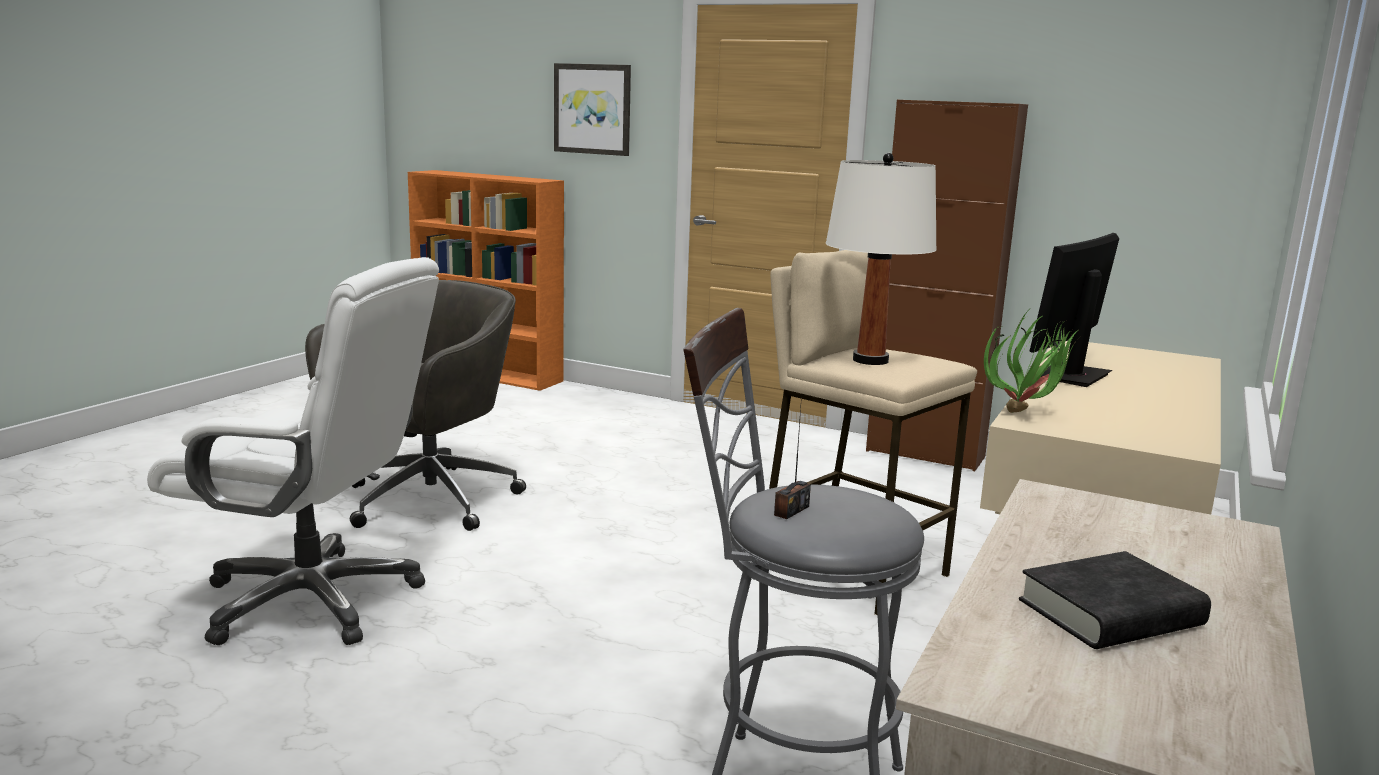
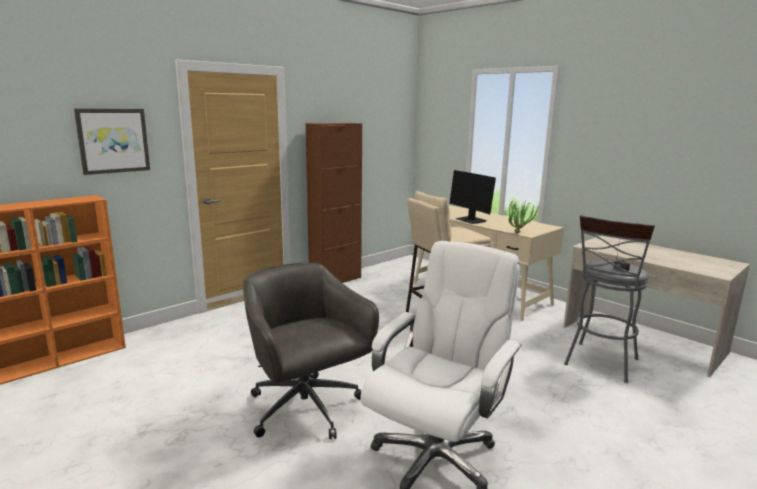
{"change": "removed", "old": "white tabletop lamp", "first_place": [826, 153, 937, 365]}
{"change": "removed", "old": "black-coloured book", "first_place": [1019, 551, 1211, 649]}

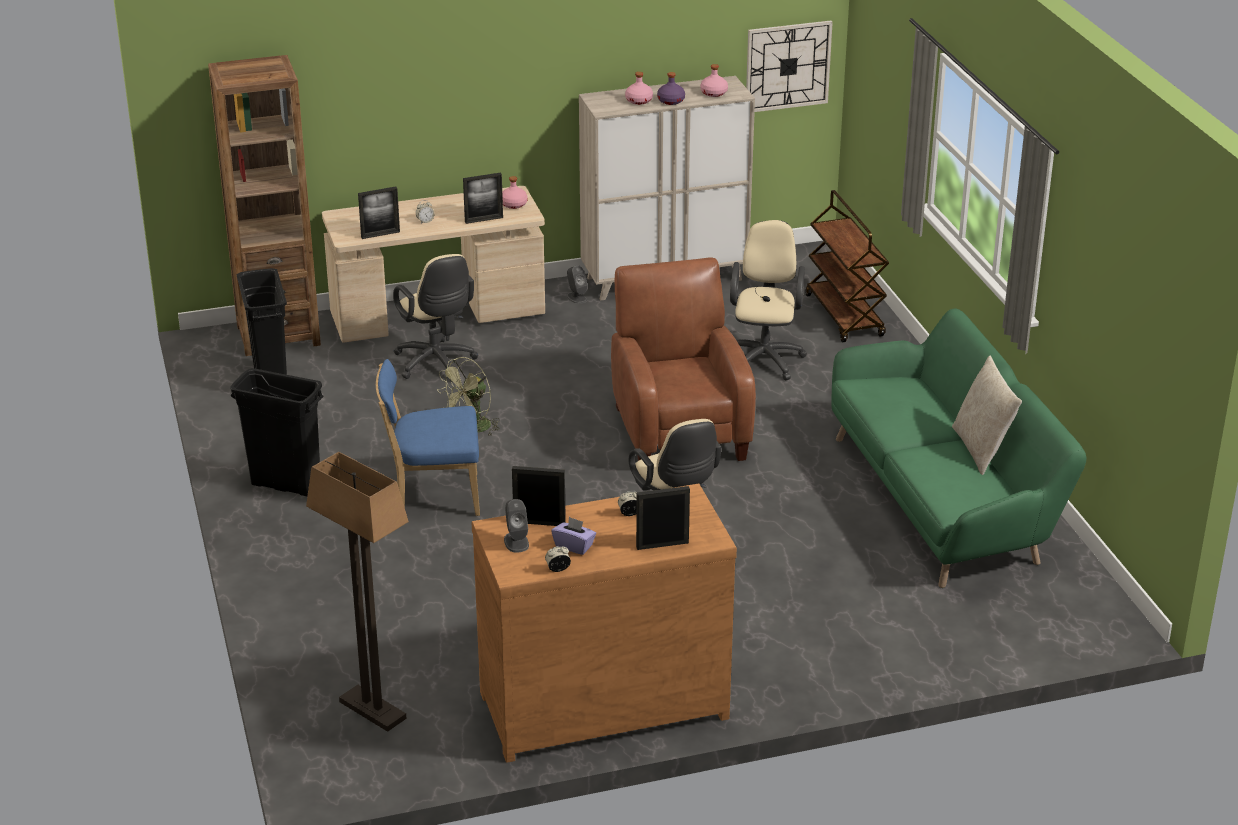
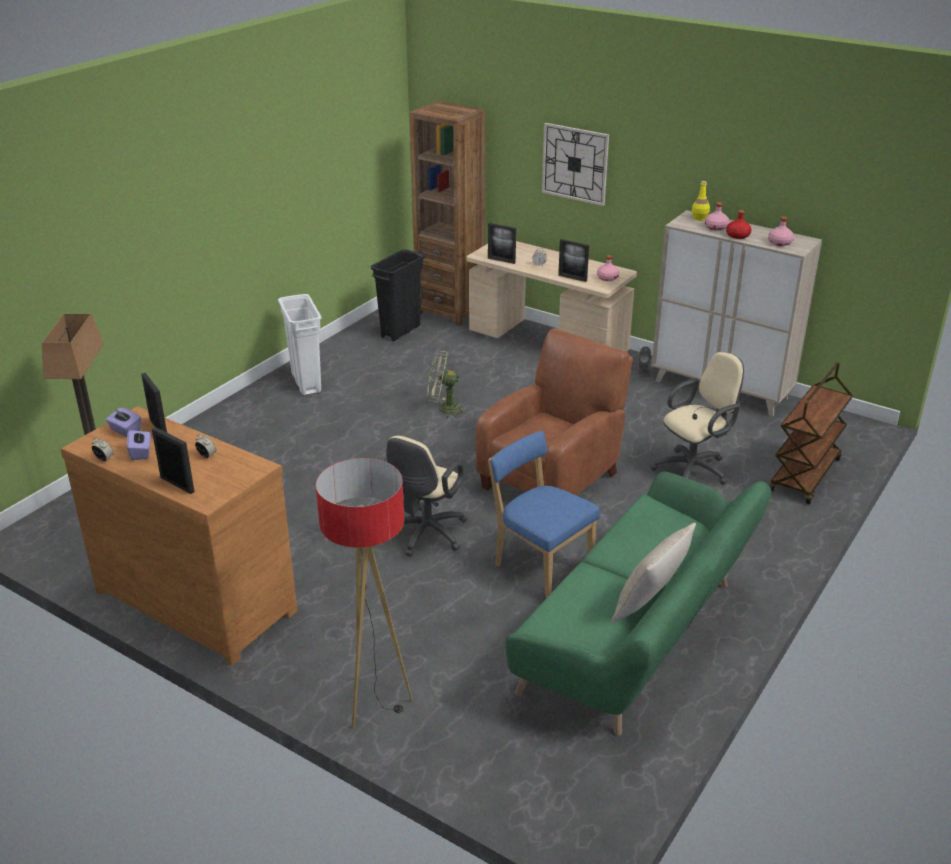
{"change": "removed", "old": "beige computer chair", "first_place": [393, 254, 478, 381]}
{"change": "added", "new": "floor lamp", "second_place": [316, 458, 413, 728]}
{"change": "added", "new": "yellowish drink bottle", "second_place": [692, 181, 710, 221]}
{"change": "moved", "old": "blue upright chair", "first_place": [376, 359, 480, 516], "second_place": [488, 431, 600, 598]}
{"change": "moved", "old": "clock on the wall", "first_place": [746, 21, 833, 112], "second_place": [542, 123, 609, 206]}
{"change": "replaced", "old": "greyish speaker", "new": "purple-coloured tissue box", "first_place": [504, 499, 529, 553], "second_place": [106, 408, 141, 437]}
{"change": "recoloured", "old": "black-coloured trash can", "new": "white trash can", "first_place": [230, 368, 323, 496], "second_place": [278, 294, 322, 395]}
{"change": "recoloured", "old": "purple-coloured drink bottle", "new": "reddish drink bottle", "first_place": [657, 72, 685, 105], "second_place": [726, 210, 751, 239]}

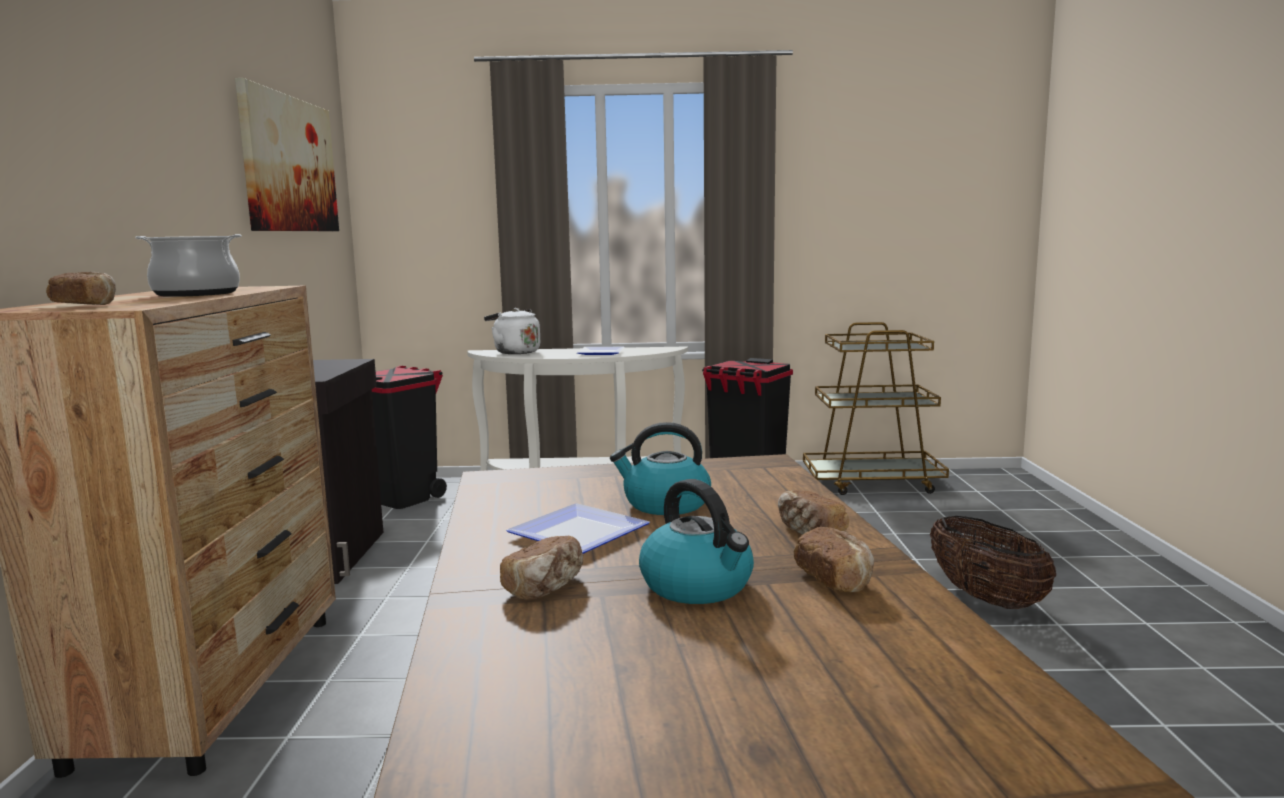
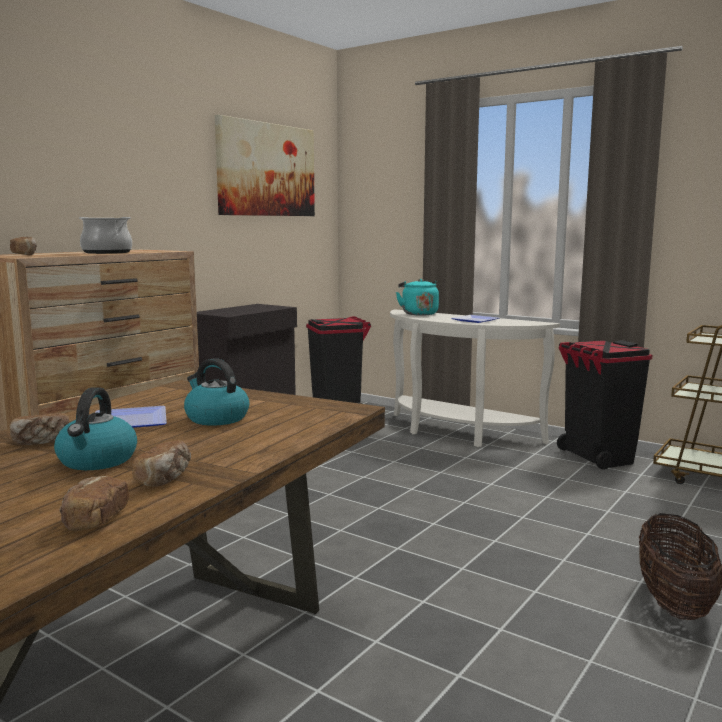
{"change": "moved", "old": "baked bread", "first_place": [778, 490, 849, 535], "second_place": [59, 476, 129, 531]}
{"change": "recoloured", "old": "white kettle", "new": "turquoise-coloured kettle", "first_place": [484, 308, 540, 354], "second_place": [396, 279, 439, 316]}

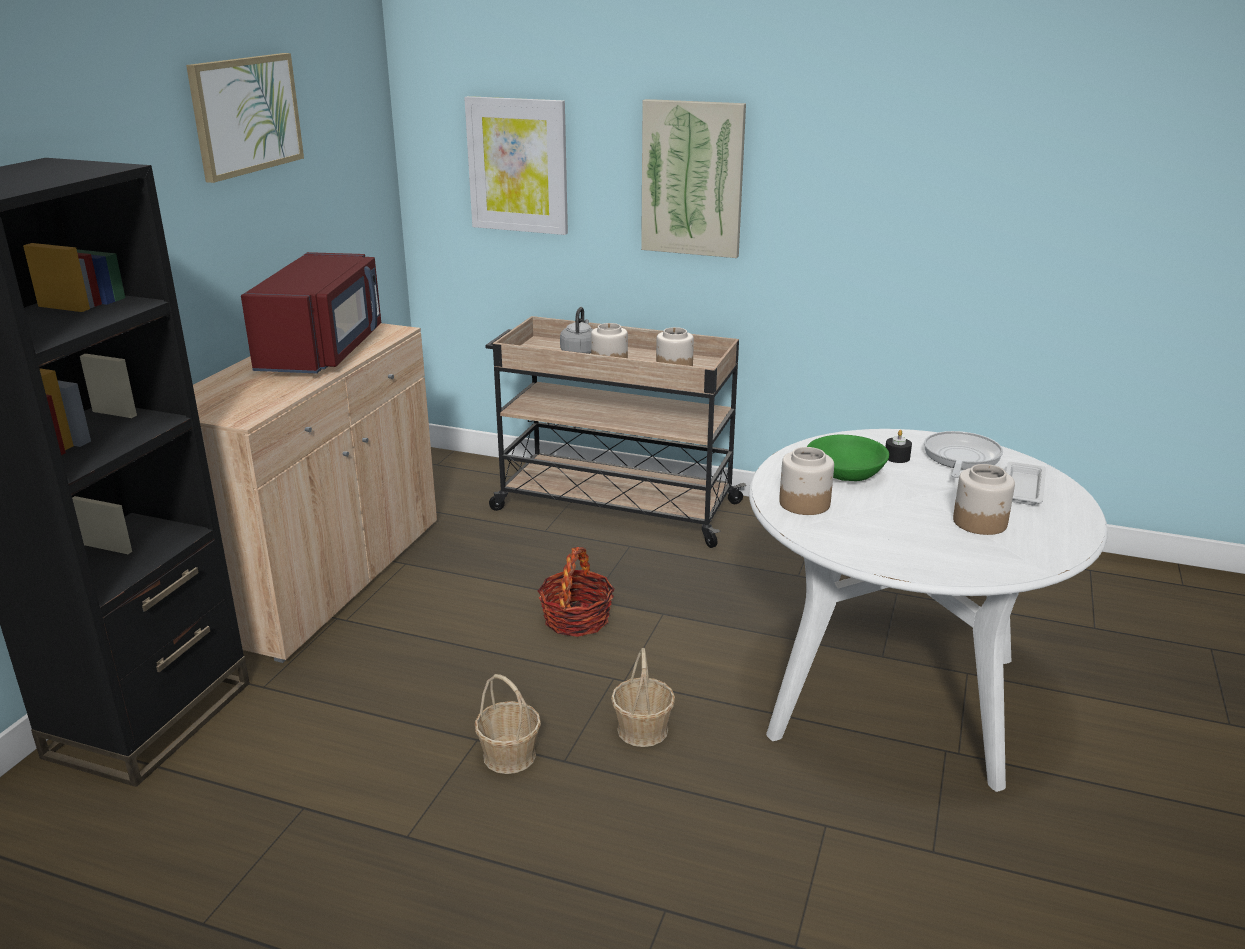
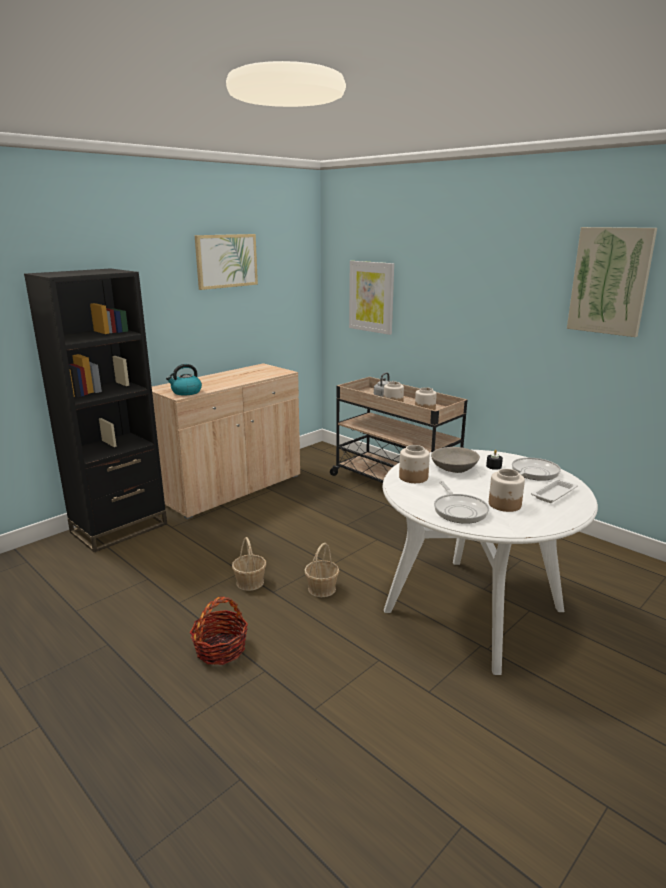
{"change": "removed", "old": "reddish microwave", "first_place": [241, 252, 381, 373]}
{"change": "added", "new": "kettle", "second_place": [166, 364, 202, 396]}
{"change": "added", "new": "pan", "second_place": [434, 481, 489, 524]}
{"change": "moved", "old": "basket", "first_place": [538, 547, 615, 637], "second_place": [190, 596, 248, 665]}
{"change": "moved", "old": "wall picture", "first_place": [641, 99, 746, 258], "second_place": [567, 227, 657, 337]}
{"change": "recoloured", "old": "green deep dish", "new": "greyish deep dish", "first_place": [807, 435, 889, 481], "second_place": [431, 447, 480, 473]}

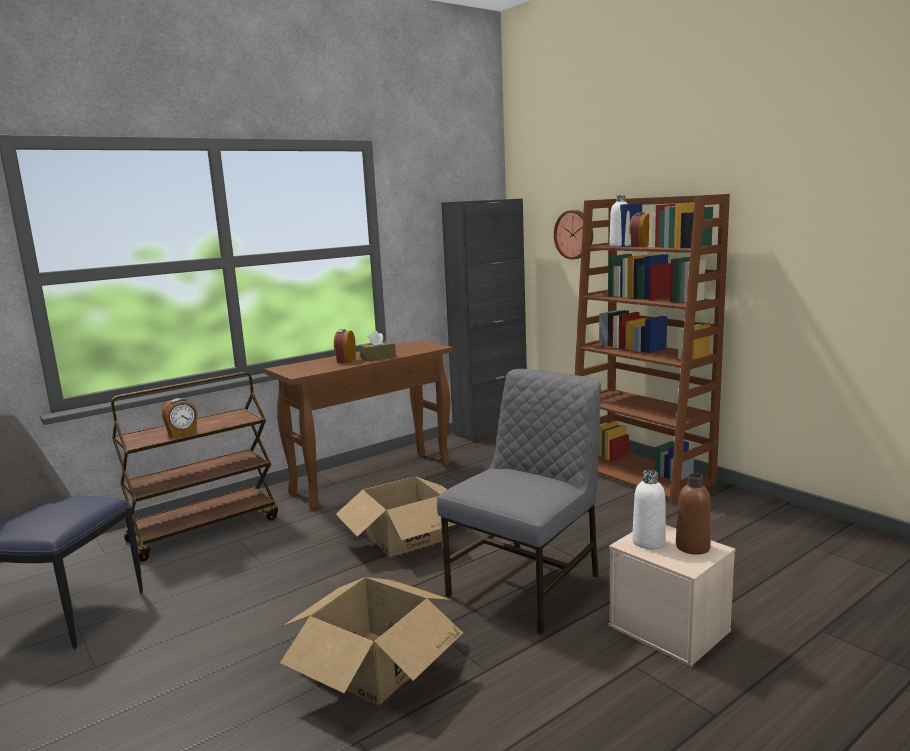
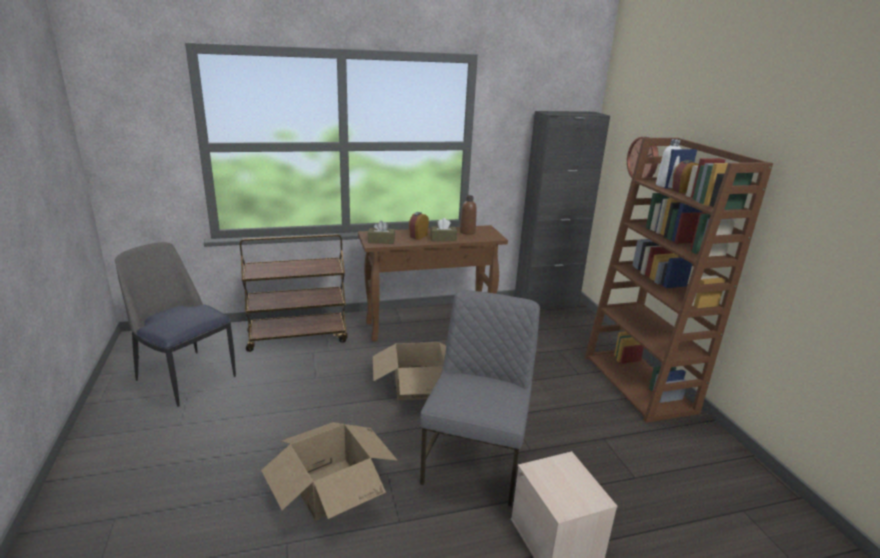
{"change": "removed", "old": "alarm clock", "first_place": [162, 398, 197, 438]}
{"change": "removed", "old": "white drink bottle", "first_place": [632, 470, 666, 549]}
{"change": "added", "new": "brown-coloured tissue box", "second_place": [368, 220, 395, 244]}
{"change": "moved", "old": "brown-coloured drink bottle", "first_place": [676, 473, 711, 555], "second_place": [460, 195, 477, 235]}
{"change": "turned", "old": "greyish upright chair", "first_place": [437, 369, 601, 635], "second_place": [420, 290, 540, 507], "degrees": -45}

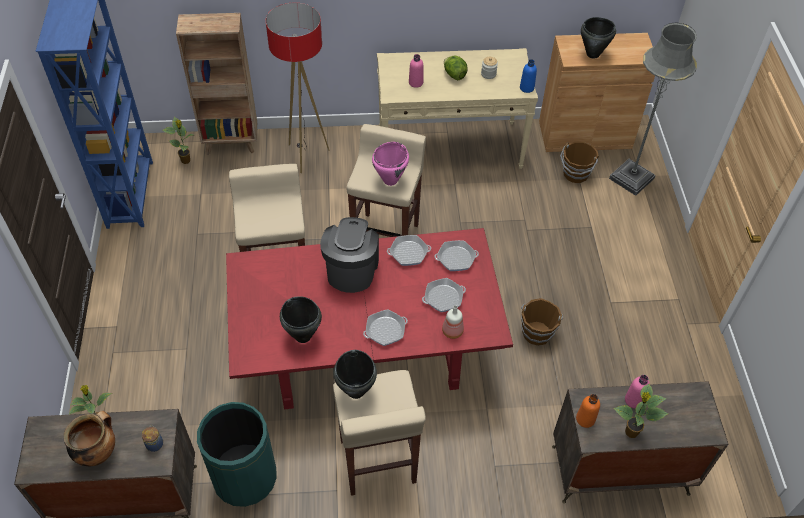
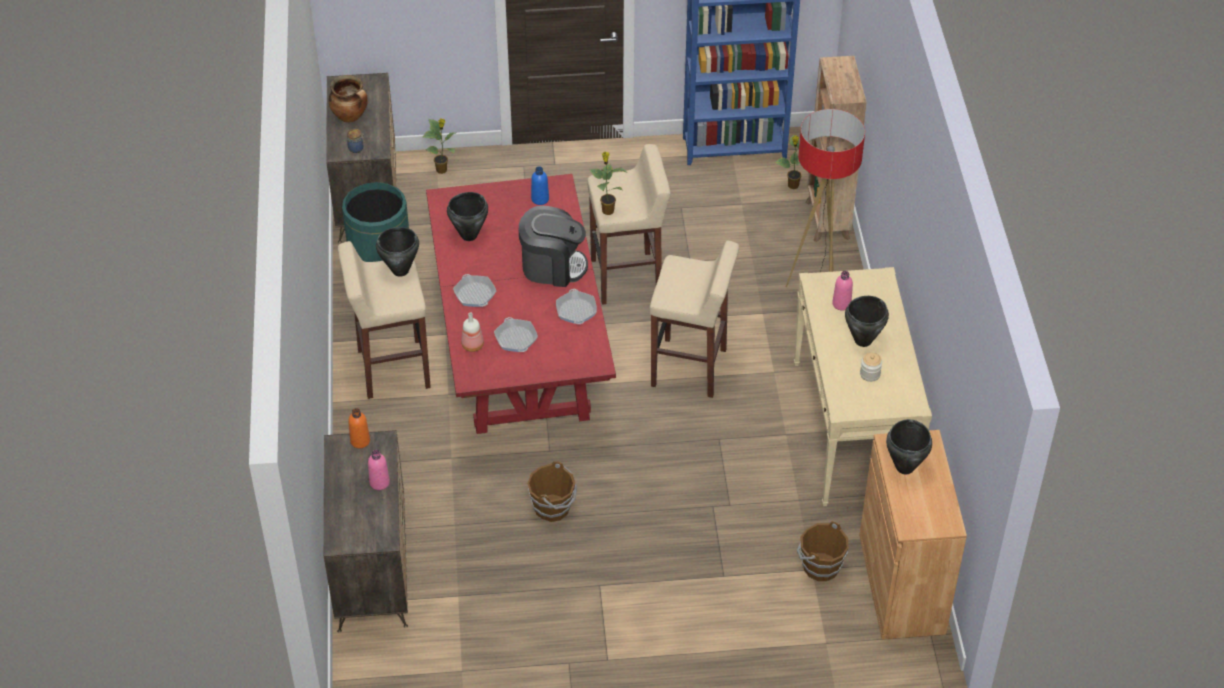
{"change": "removed", "old": "pinkish stockpot", "first_place": [372, 142, 409, 186]}
{"change": "removed", "old": "pan", "first_place": [434, 240, 479, 271]}
{"change": "removed", "old": "greyish floor lamp", "first_place": [609, 22, 697, 196]}
{"change": "moved", "old": "blue drink bottle", "first_place": [520, 59, 537, 93], "second_place": [531, 166, 549, 205]}
{"change": "moved", "old": "plant in a pot", "first_place": [613, 384, 668, 438], "second_place": [590, 152, 626, 215]}
{"change": "replaced", "old": "lettuce", "new": "black-coloured stockpot", "first_place": [444, 56, 468, 80], "second_place": [845, 296, 889, 347]}

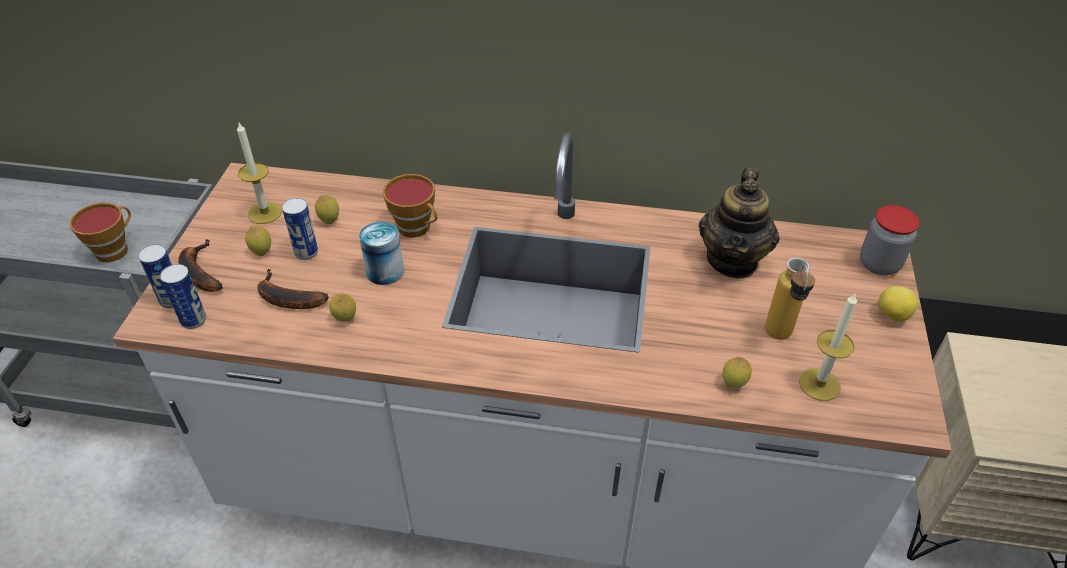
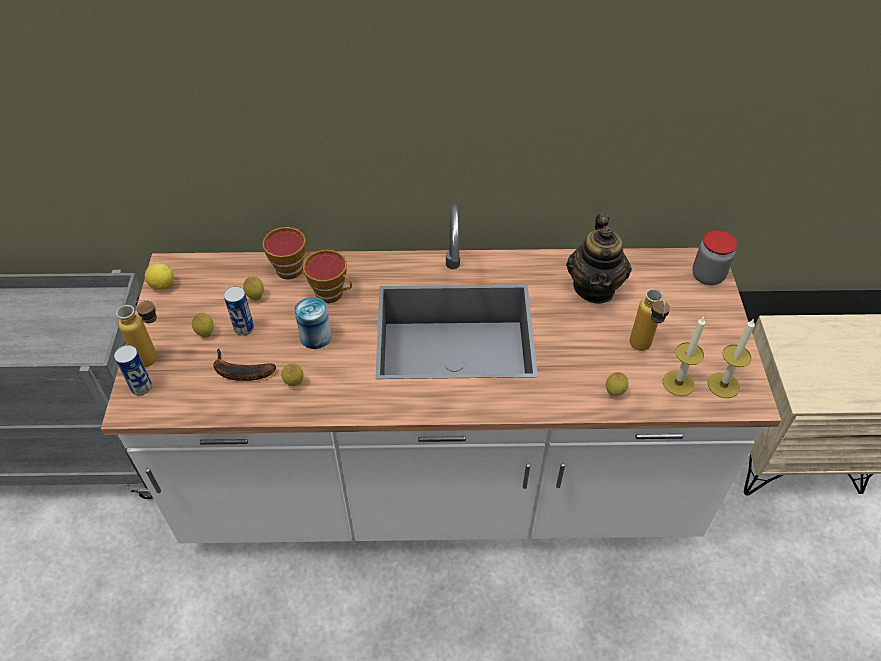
{"change": "removed", "old": "can", "first_place": [160, 264, 206, 329]}
{"change": "moved", "old": "drinking cup", "first_place": [70, 203, 131, 262], "second_place": [262, 227, 306, 280]}
{"change": "moved", "old": "wax light", "first_place": [237, 121, 282, 224], "second_place": [707, 319, 755, 398]}
{"change": "moved", "old": "citrus fruit", "first_place": [878, 286, 918, 322], "second_place": [145, 263, 174, 290]}
{"change": "replaced", "old": "banana", "new": "drink bottle", "first_place": [178, 239, 223, 292], "second_place": [116, 300, 157, 367]}

